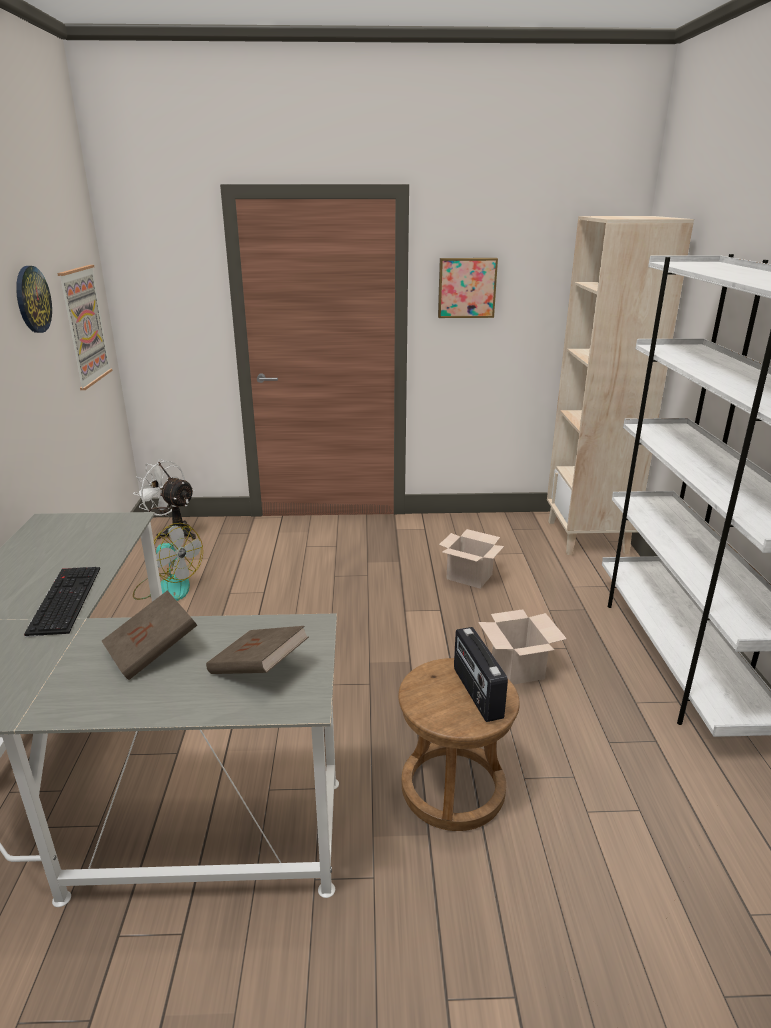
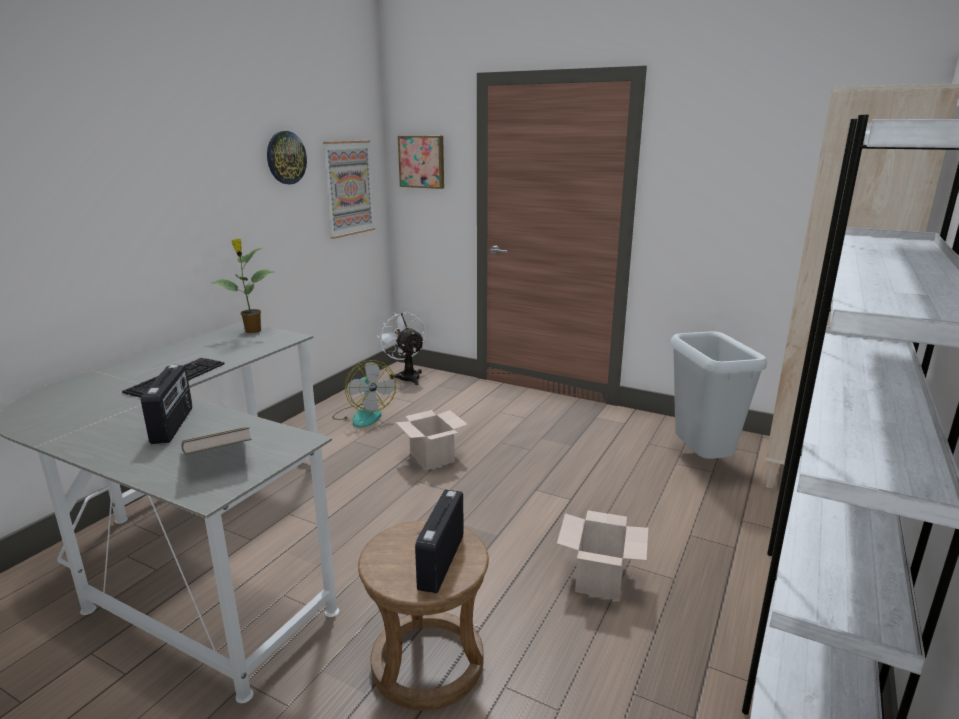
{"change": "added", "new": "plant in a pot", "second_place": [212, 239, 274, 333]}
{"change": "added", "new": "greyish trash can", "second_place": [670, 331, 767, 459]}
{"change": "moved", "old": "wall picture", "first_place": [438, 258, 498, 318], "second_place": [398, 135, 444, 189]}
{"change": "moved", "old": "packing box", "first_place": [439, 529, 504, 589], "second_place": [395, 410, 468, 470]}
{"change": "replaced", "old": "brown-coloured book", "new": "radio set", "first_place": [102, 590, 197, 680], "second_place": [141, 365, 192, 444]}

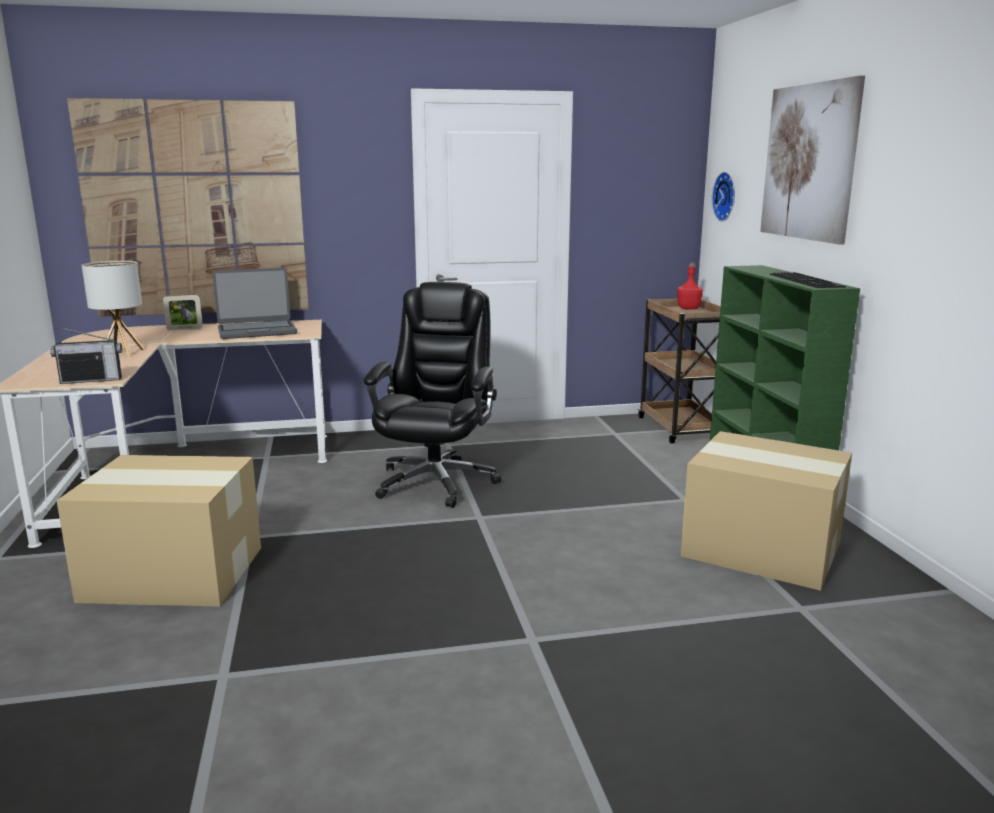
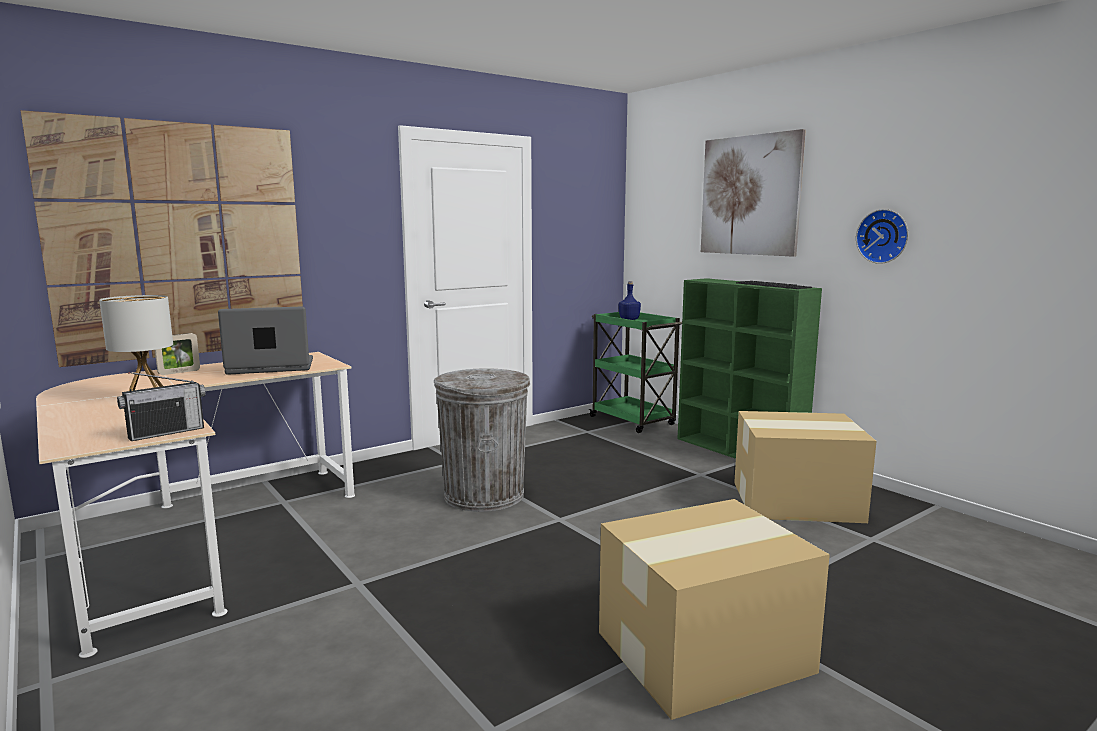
{"change": "moved", "old": "packing box", "first_place": [56, 455, 261, 607], "second_place": [599, 499, 830, 720]}
{"change": "moved", "old": "clock on the wall", "first_place": [712, 172, 735, 221], "second_place": [856, 209, 908, 264]}
{"change": "replaced", "old": "black-coloured computer chair", "new": "greyish trash can", "first_place": [364, 282, 501, 508], "second_place": [433, 369, 530, 512]}
{"change": "recoloured", "old": "brown-coloured wheeled cart", "new": "green wheeled cart", "first_place": [638, 299, 721, 443], "second_place": [588, 312, 682, 433]}
{"change": "recoloured", "old": "reddish drink bottle", "new": "blue drink bottle", "first_place": [677, 263, 703, 310], "second_place": [619, 281, 641, 320]}
{"change": "turned", "old": "portable computer", "first_place": [213, 268, 297, 339], "second_place": [218, 307, 313, 375], "degrees": -150}

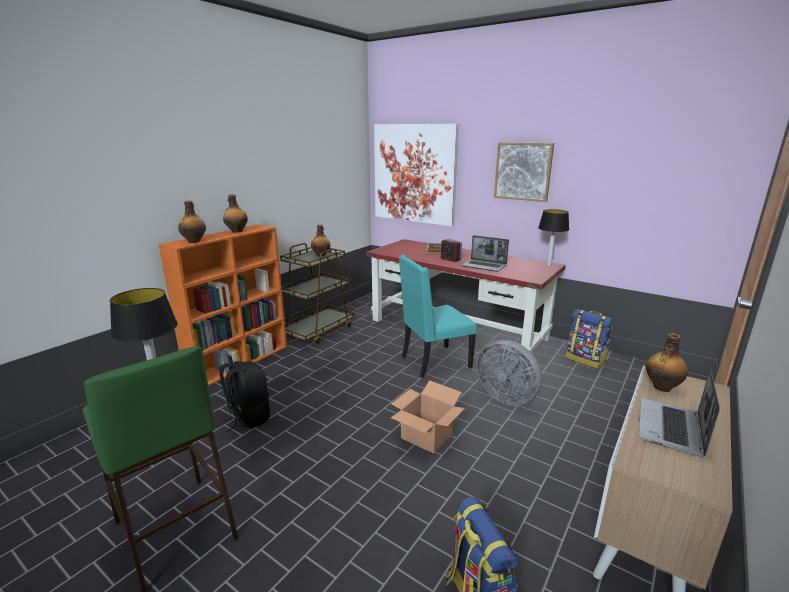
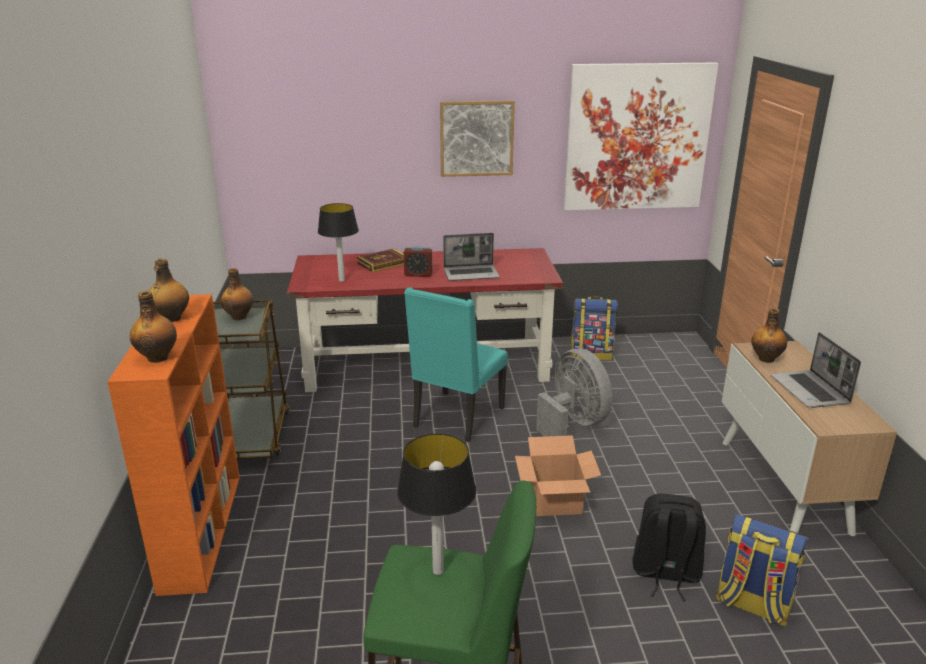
{"change": "moved", "old": "black-coloured rucksack", "first_place": [219, 361, 270, 432], "second_place": [632, 494, 706, 601]}
{"change": "moved", "old": "wall picture", "first_place": [374, 124, 459, 226], "second_place": [563, 63, 718, 210]}
{"change": "moved", "old": "tabletop lamp", "first_place": [538, 209, 569, 267], "second_place": [318, 203, 359, 282]}
{"change": "turned", "old": "greyish electric fan", "first_place": [477, 340, 542, 406], "second_place": [536, 349, 612, 437], "degrees": -120}

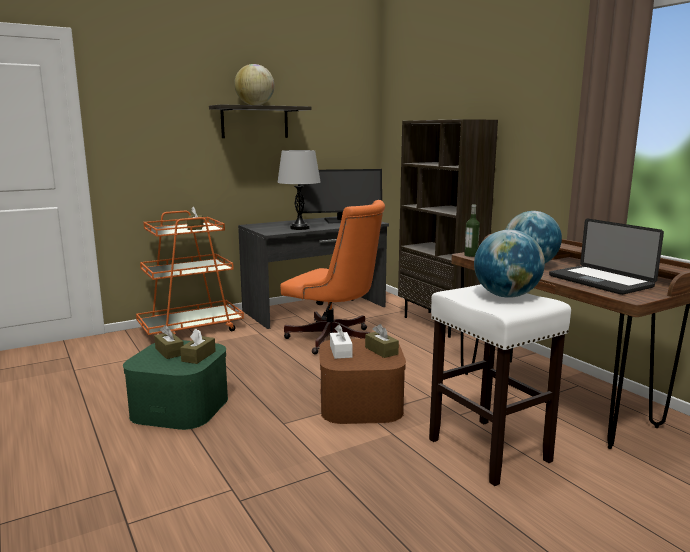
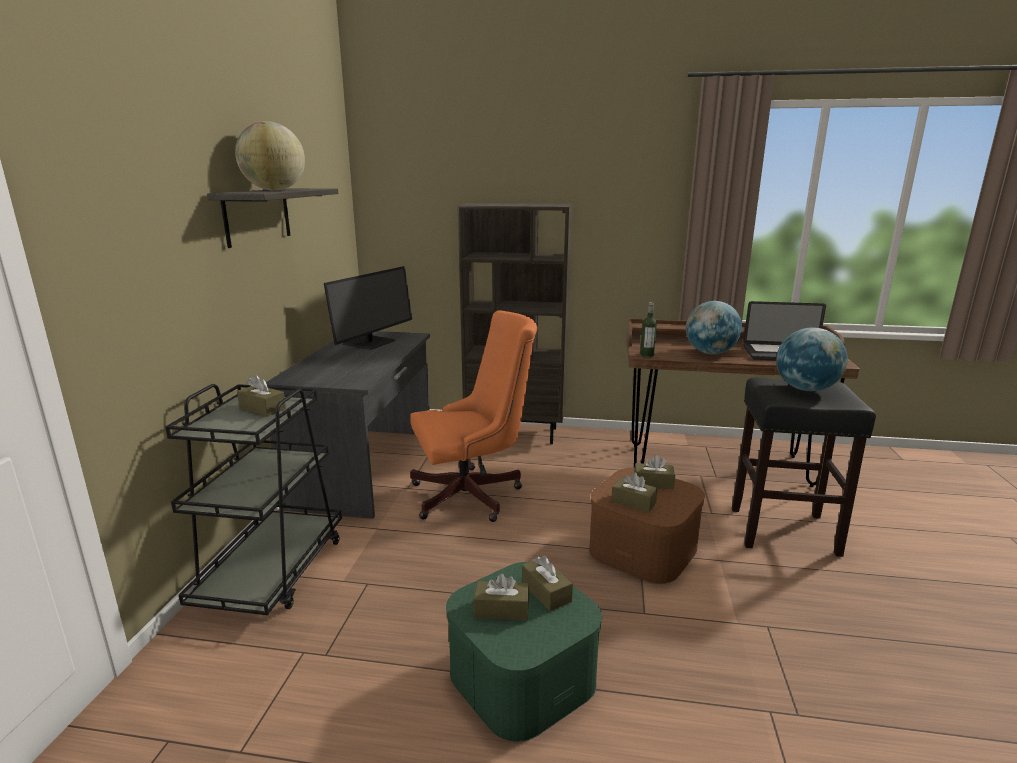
{"change": "removed", "old": "greyish tabletop lamp", "first_place": [277, 150, 320, 230]}
{"change": "recoloured", "old": "orange-coloured wheeled cart", "new": "black-coloured wheeled cart", "first_place": [136, 210, 244, 335], "second_place": [165, 384, 342, 615]}
{"change": "recoloured", "old": "white tissue box", "new": "brown-coloured tissue box", "first_place": [330, 325, 353, 359], "second_place": [611, 472, 658, 512]}
{"change": "recoloured", "old": "white stool seat", "new": "black-coloured stool seat", "first_place": [429, 284, 571, 486], "second_place": [732, 378, 876, 557]}

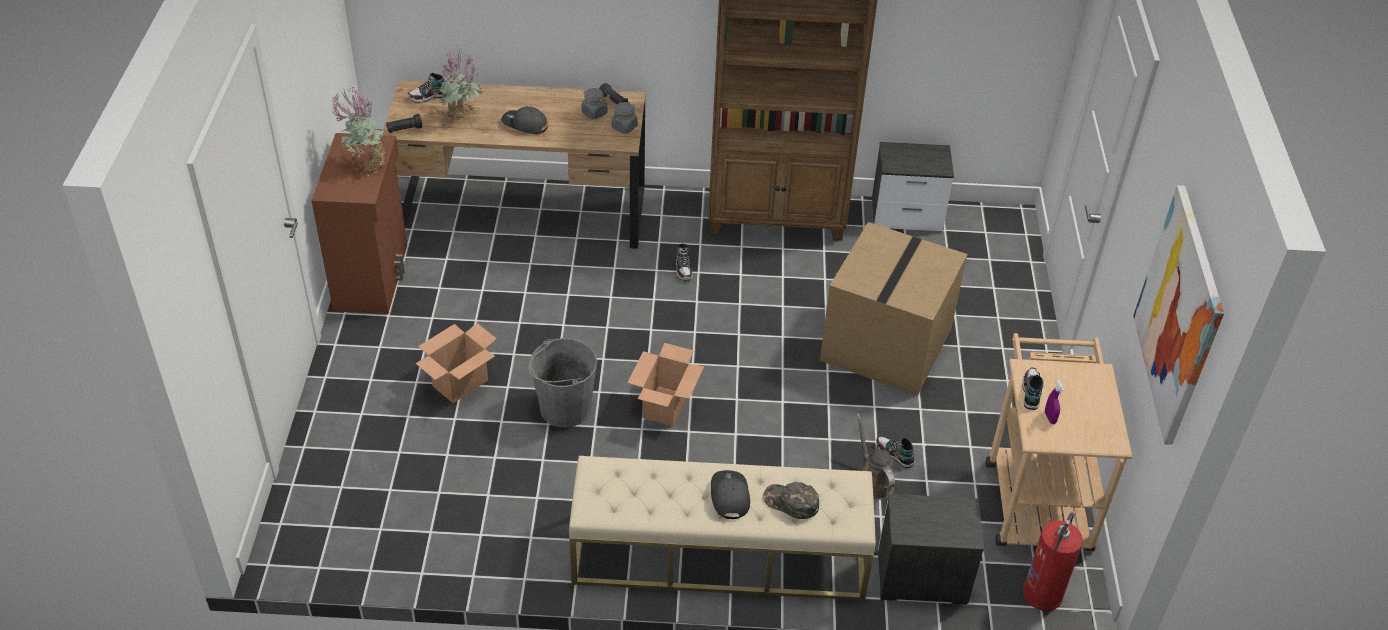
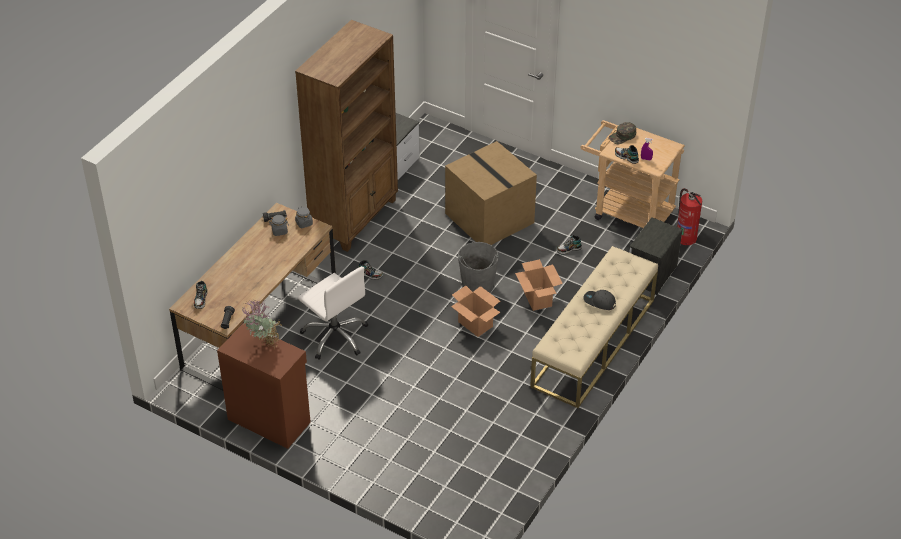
{"change": "removed", "old": "plant in a pot", "first_place": [438, 50, 482, 121]}
{"change": "removed", "old": "greyish cap", "first_place": [501, 106, 548, 134]}
{"change": "removed", "old": "brown-coloured watering pot", "first_place": [857, 413, 895, 500]}
{"change": "removed", "old": "wall picture", "first_place": [1133, 185, 1224, 445]}
{"change": "added", "new": "white computer chair", "second_place": [298, 266, 369, 360]}
{"change": "moved", "old": "packing box", "first_place": [415, 323, 497, 403], "second_place": [515, 259, 563, 311]}
{"change": "moved", "old": "greyish bucket", "first_place": [529, 338, 597, 428], "second_place": [458, 242, 499, 293]}
{"change": "moved", "old": "green cap", "first_place": [763, 482, 819, 519], "second_place": [608, 122, 636, 144]}

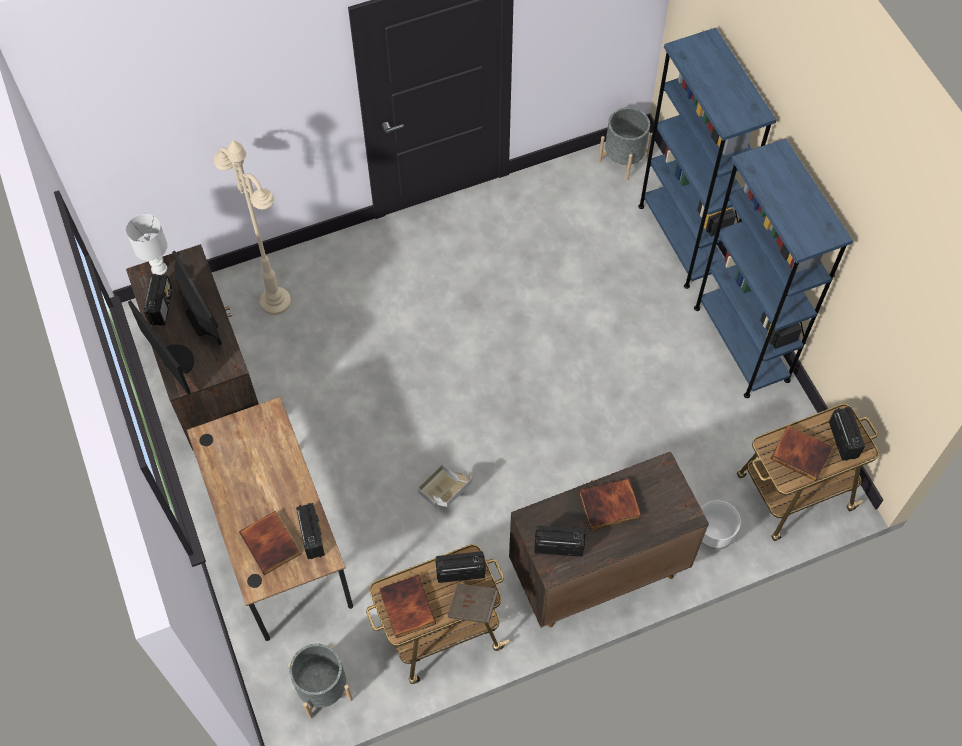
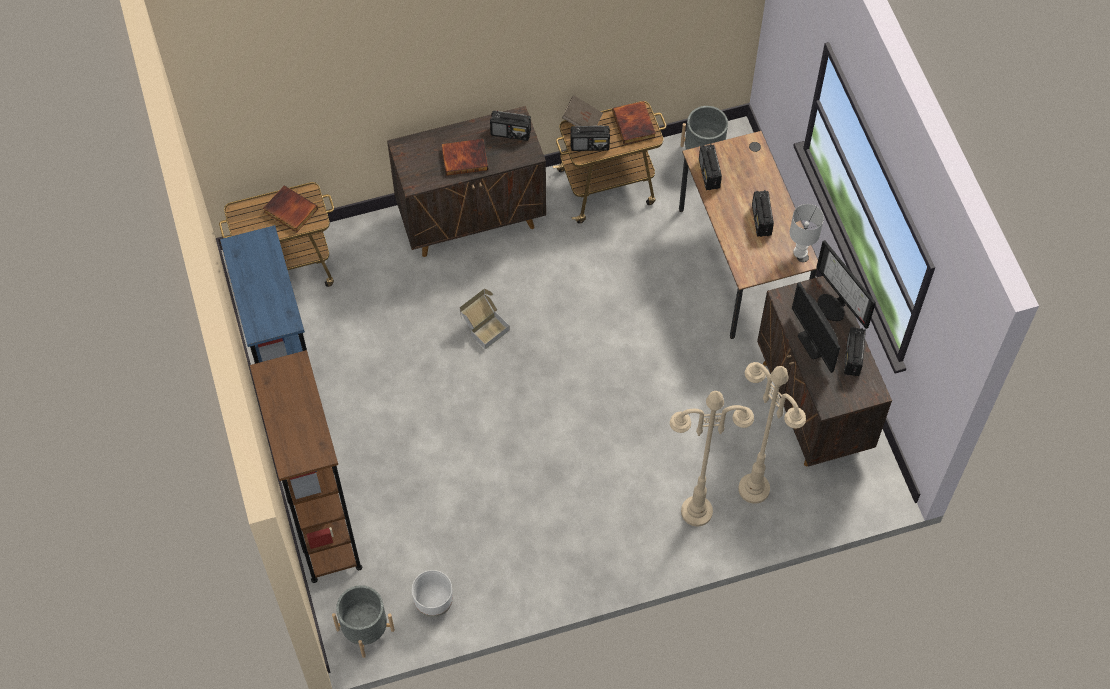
{"change": "removed", "old": "book", "first_place": [239, 511, 301, 575]}
{"change": "added", "new": "beige floor lamp", "second_place": [670, 391, 754, 526]}
{"change": "moved", "old": "white tabletop lamp", "first_place": [126, 214, 168, 275], "second_place": [790, 204, 824, 258]}
{"change": "moved", "old": "packing box", "first_place": [418, 464, 472, 508], "second_place": [460, 289, 510, 349]}
{"change": "moved", "old": "white plant pot", "first_place": [701, 501, 741, 550], "second_place": [412, 570, 453, 617]}
{"change": "moved", "old": "radio set", "first_place": [829, 407, 865, 461], "second_place": [752, 190, 774, 237]}
{"change": "recoloured", "old": "blue bookcase", "new": "brown-coloured bookcase", "first_place": [638, 28, 777, 289], "second_place": [250, 350, 362, 583]}

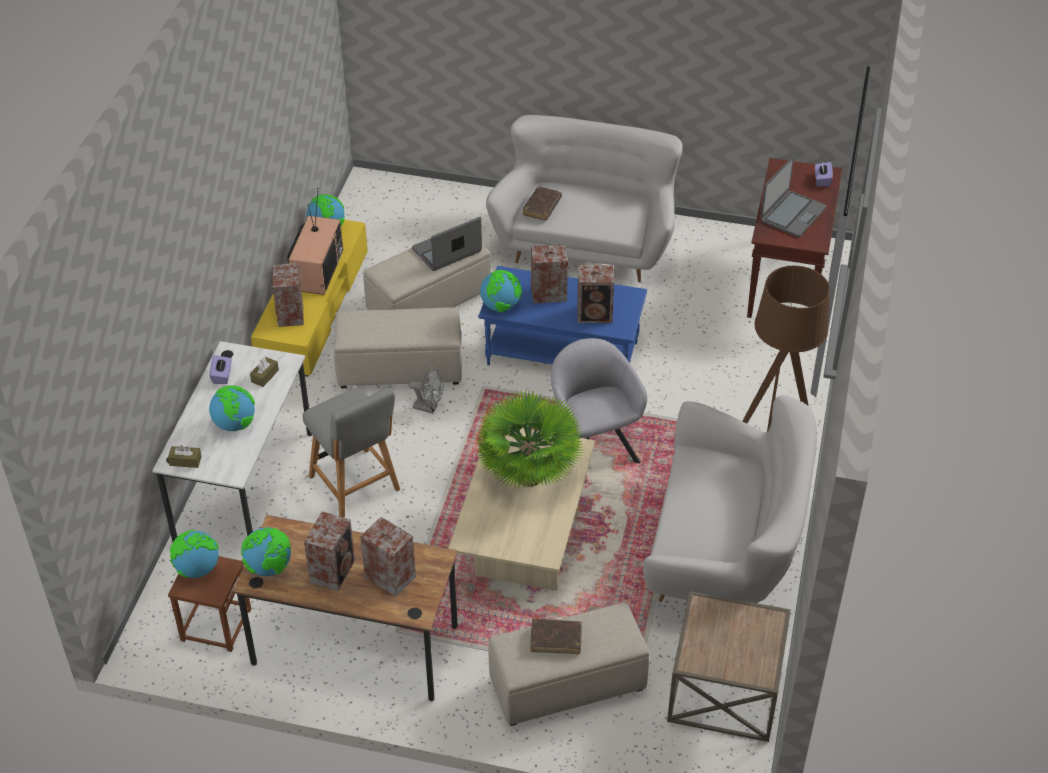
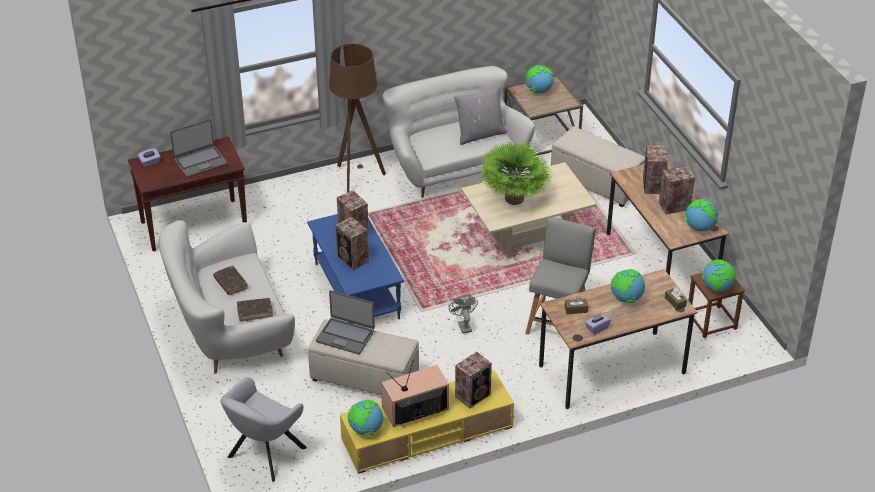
{"change": "removed", "old": "beige ottoman", "first_place": [334, 307, 462, 388]}
{"change": "added", "new": "greyish pillow", "second_place": [454, 86, 507, 145]}
{"change": "moved", "old": "globe", "first_place": [480, 270, 522, 312], "second_place": [526, 65, 554, 93]}
{"change": "moved", "old": "brown-coloured book", "first_place": [530, 619, 582, 654], "second_place": [213, 266, 248, 295]}
{"change": "moved", "old": "greyish easy chair", "first_place": [551, 338, 647, 464], "second_place": [220, 377, 307, 482]}
{"change": "recoloured", "old": "white desk", "new": "brown-coloured desk", "first_place": [152, 341, 312, 542], "second_place": [539, 269, 697, 409]}
{"change": "turned", "old": "portable computer", "first_place": [760, 156, 827, 237], "second_place": [170, 119, 227, 178], "degrees": 150}

